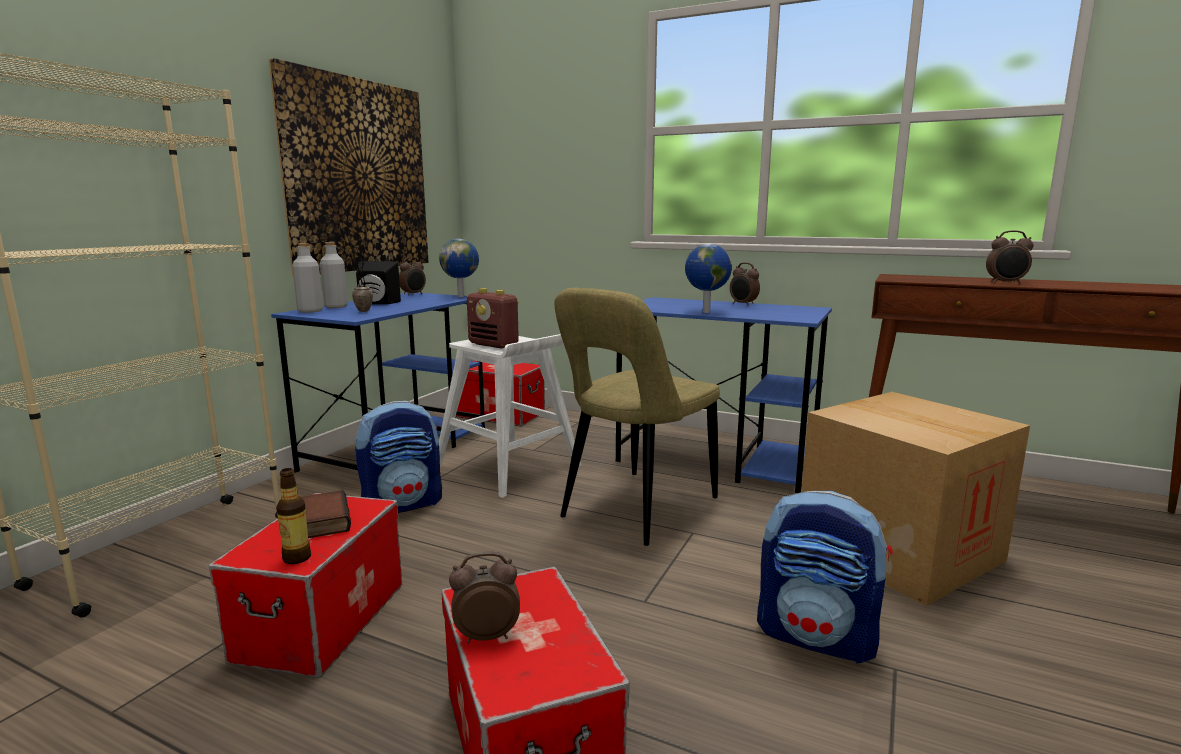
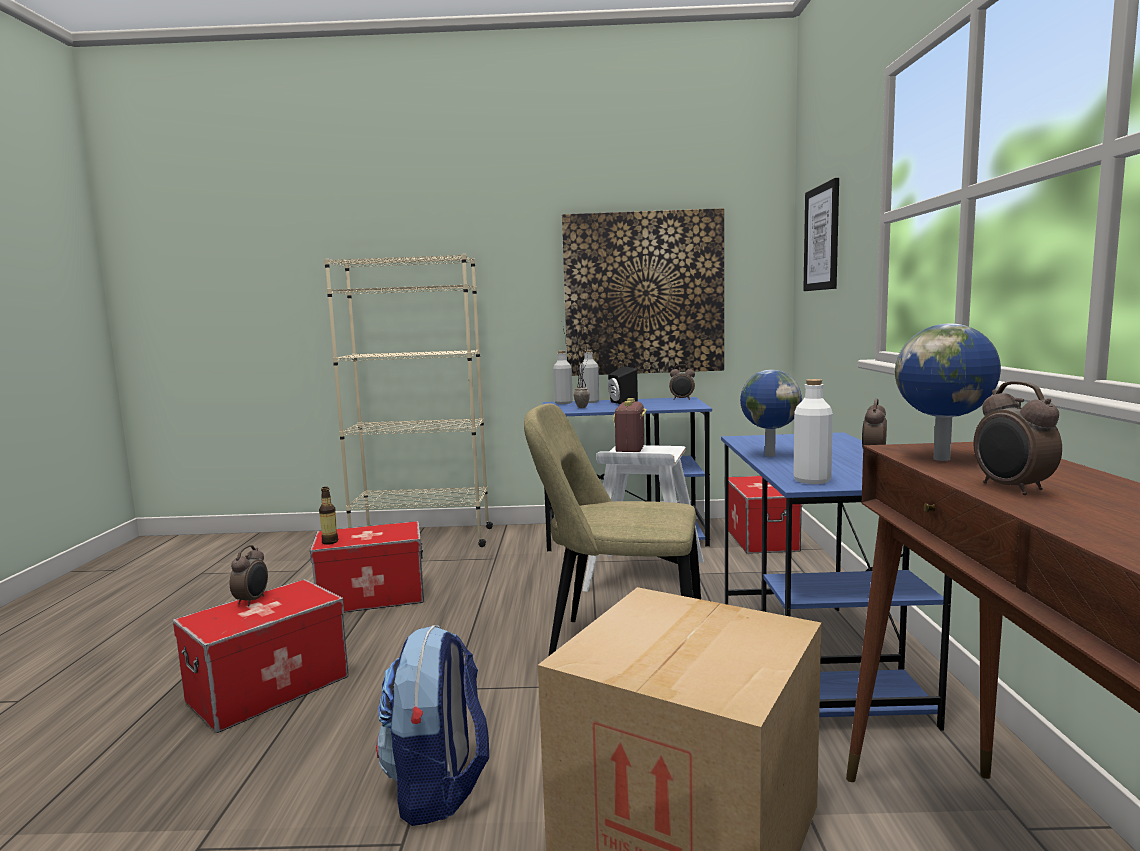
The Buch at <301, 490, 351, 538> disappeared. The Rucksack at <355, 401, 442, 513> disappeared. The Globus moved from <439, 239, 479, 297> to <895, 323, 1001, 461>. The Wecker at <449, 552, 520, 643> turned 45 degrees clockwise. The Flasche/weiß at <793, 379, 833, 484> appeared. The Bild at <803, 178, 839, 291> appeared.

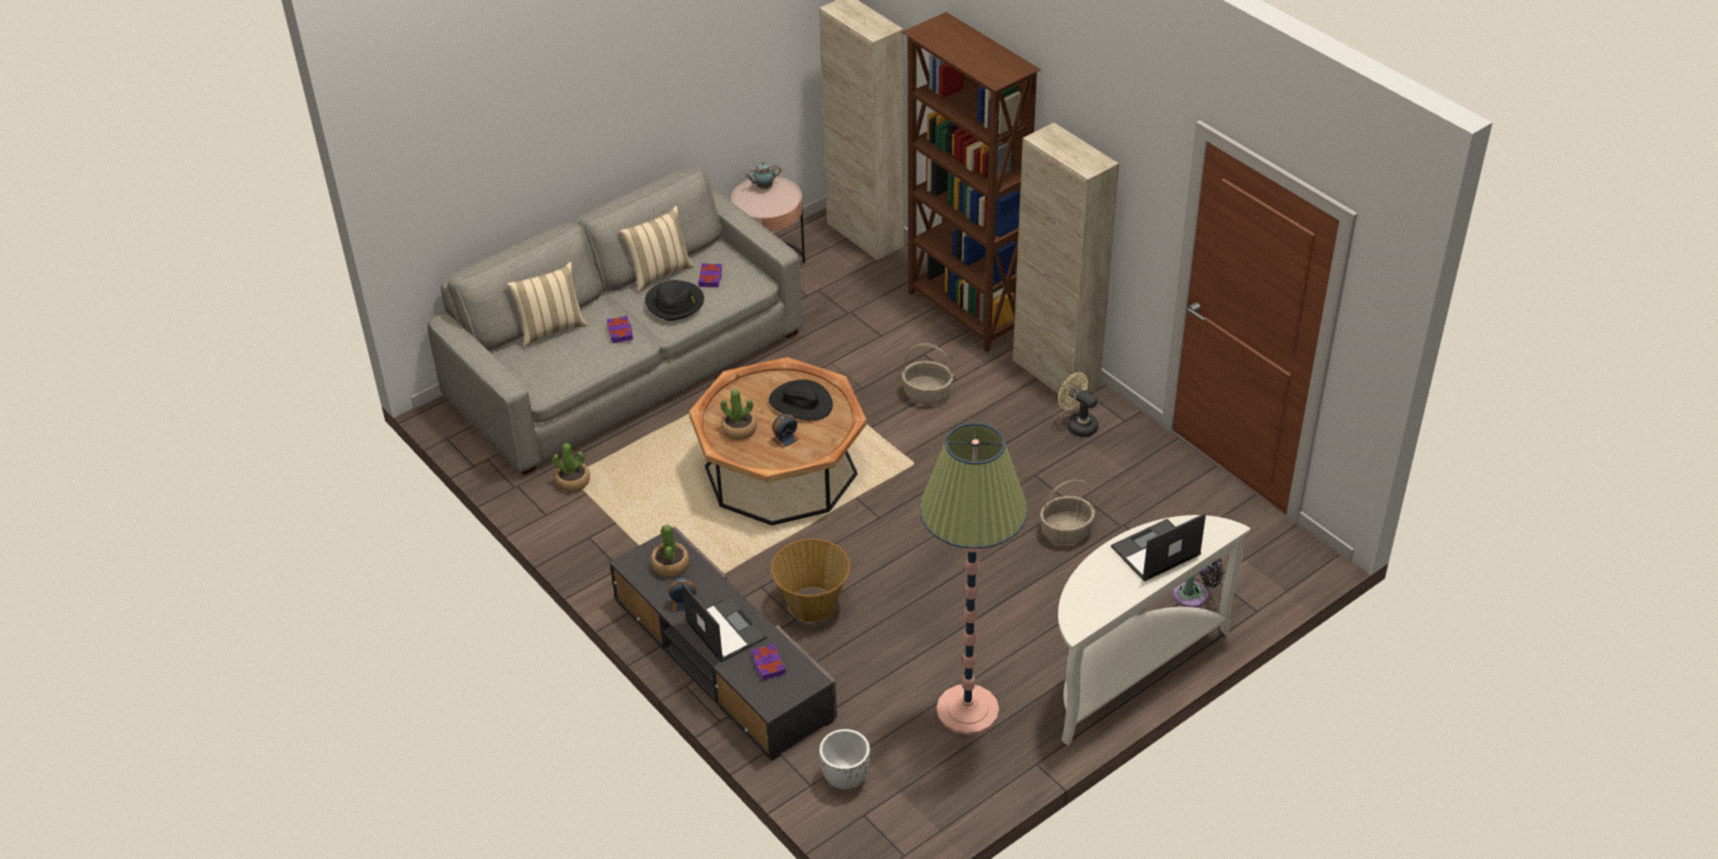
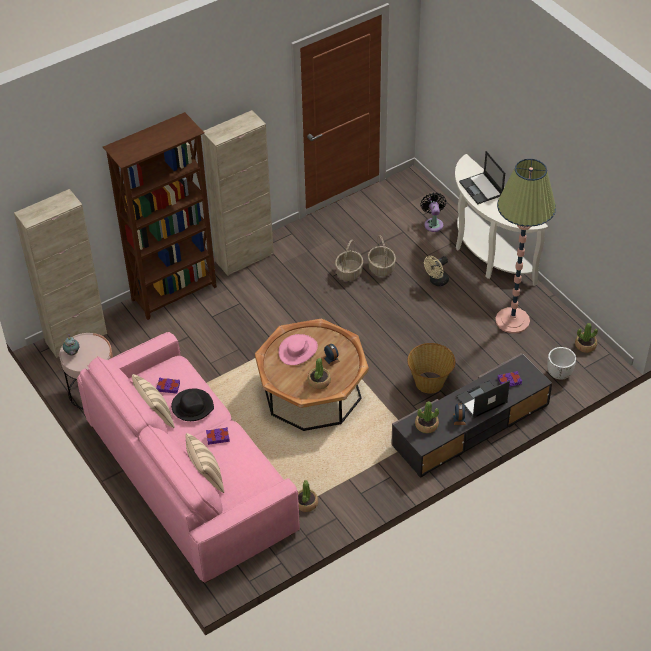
The Sofa/grau at <427, 168, 803, 475> became the Sofa/rosa at <77, 332, 300, 583>. The Hut/schwarz at <769, 379, 833, 421> became the Hut/rosa at <279, 334, 318, 365>. The Korb moved from <902, 343, 953, 405> to <335, 240, 363, 281>. The Ventilator/beige moved from <1058, 372, 1099, 437> to <424, 256, 449, 286>. The Topfpflanze at <575, 323, 598, 353> appeared.

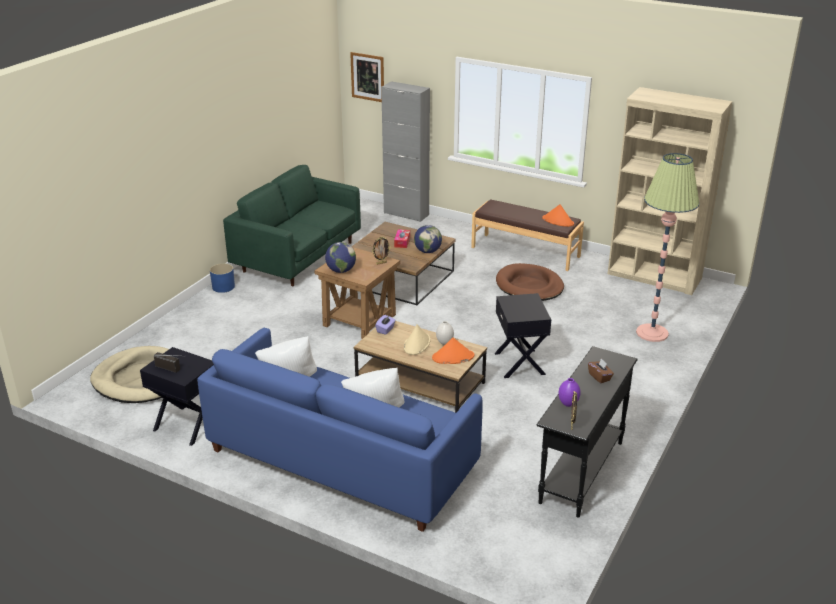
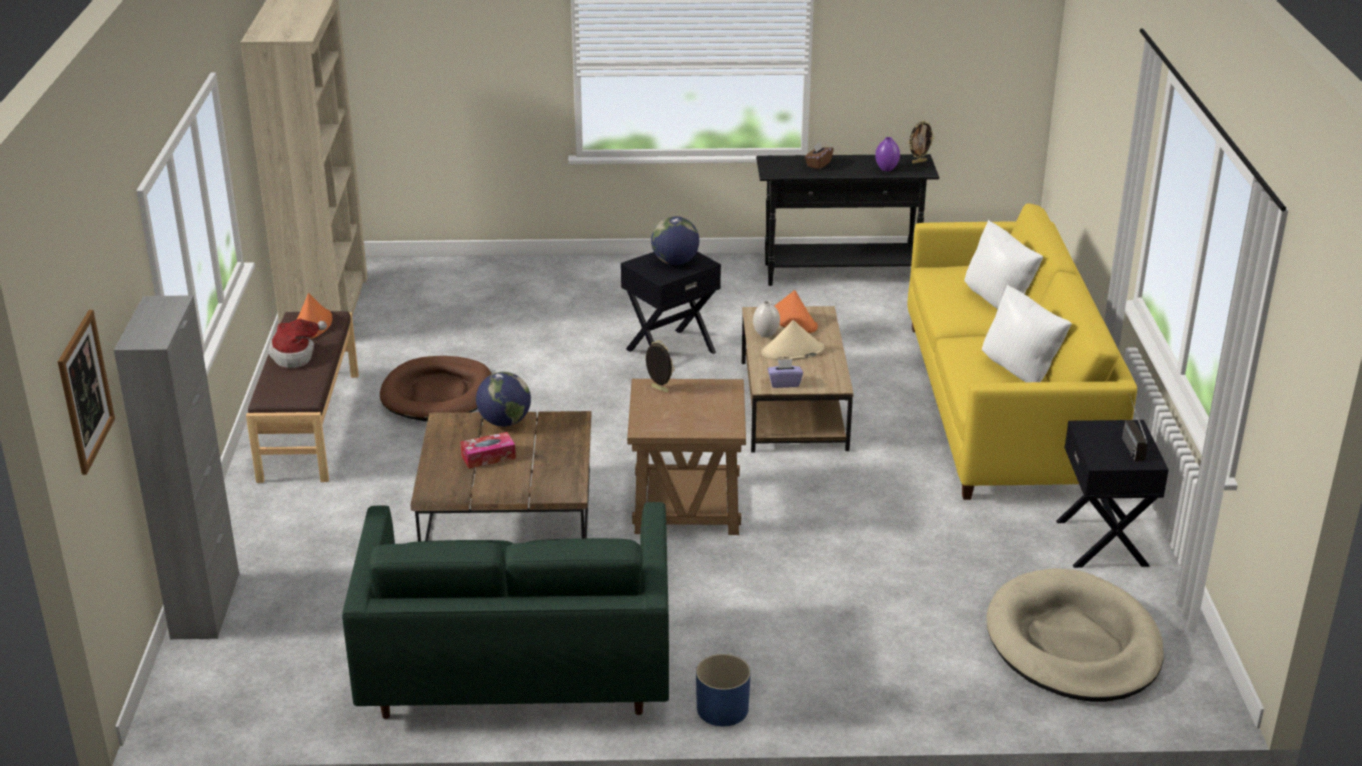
The Sofa/blau at <197, 328, 482, 532> became the Sofa/gelb at <908, 203, 1137, 500>. The Globus moved from <325, 242, 356, 273> to <651, 216, 699, 265>. The Stehlampe at <636, 153, 699, 342> disappeared. The Hut at <268, 319, 327, 368> appeared.

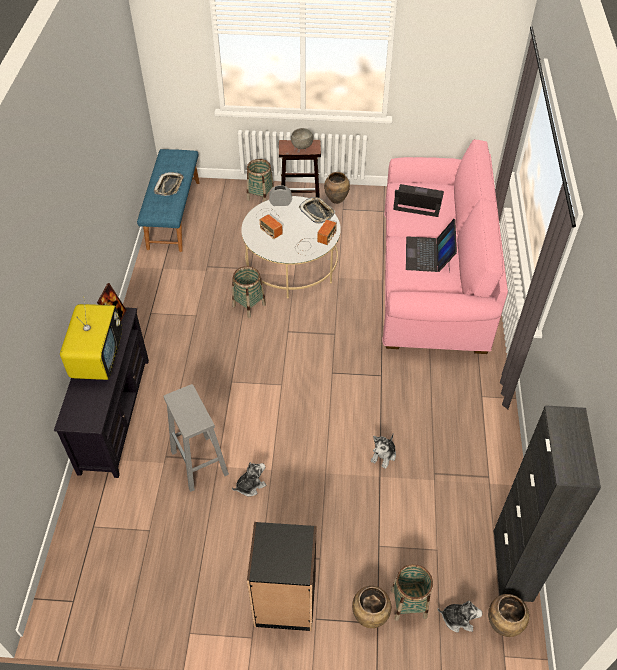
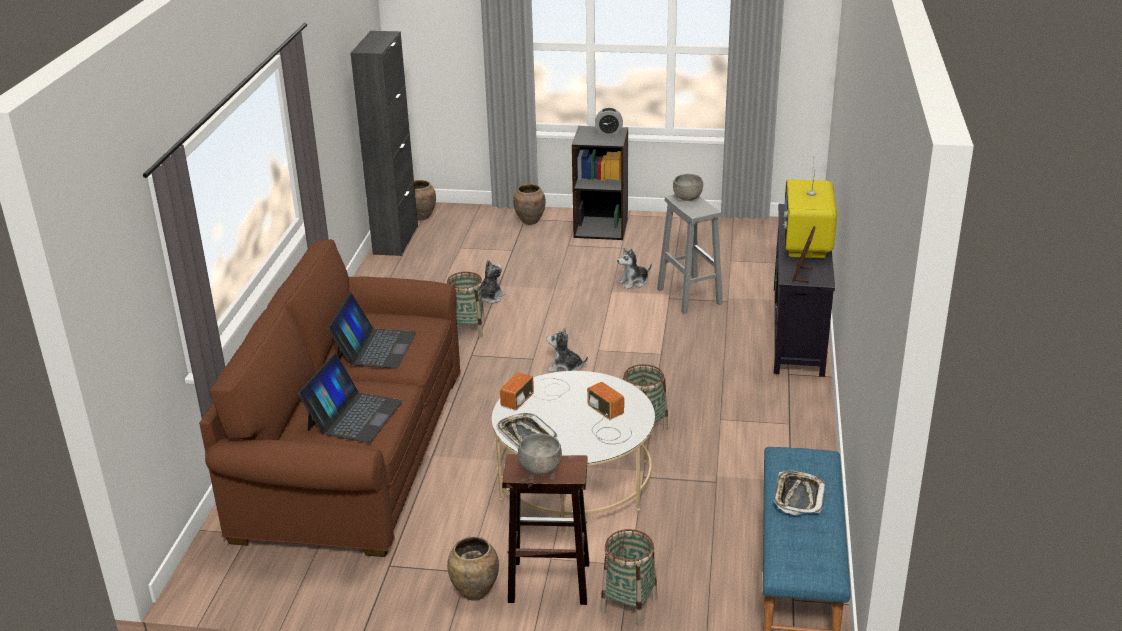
The Wecker moved from <269, 185, 292, 206> to <595, 108, 623, 134>. The Sofa/rosa at <382, 139, 508, 354> became the Sofa/braun at <199, 239, 461, 557>. The Korb moved from <391, 564, 433, 621> to <447, 272, 485, 338>. The Laptop at <393, 184, 444, 217> turned 90 degrees counterclockwise. The Plüschtier moved from <438, 601, 483, 632> to <546, 328, 588, 372>. The Schüssel/grau at <673, 174, 703, 201> appeared.

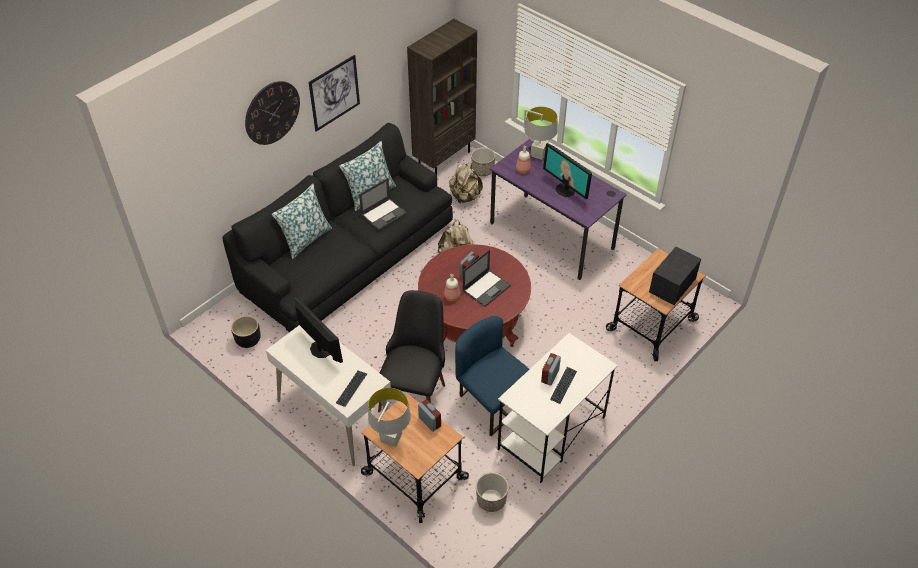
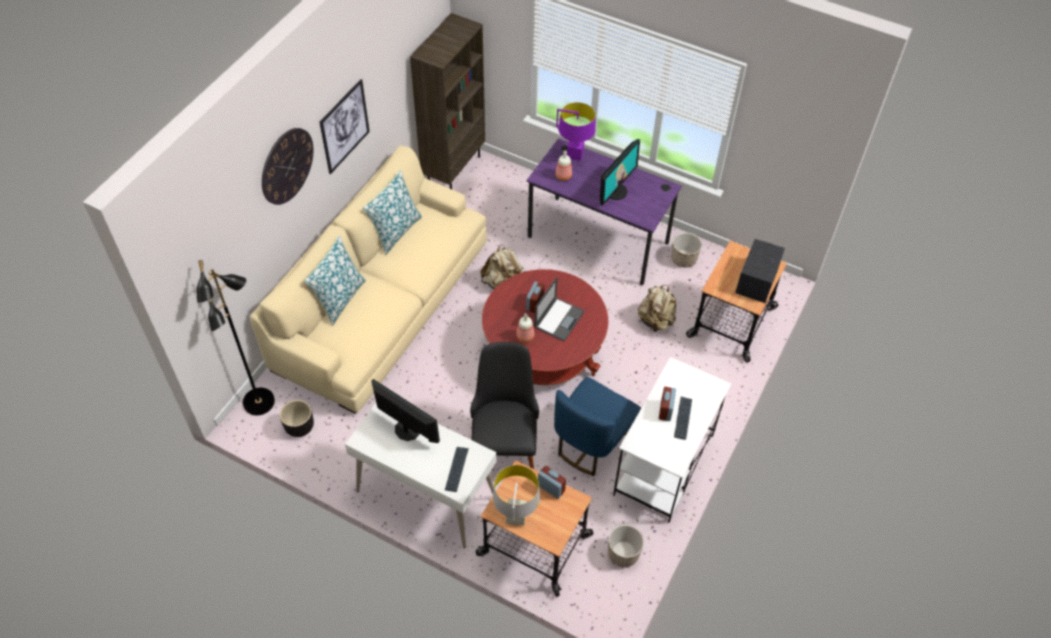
The Sofa/schwarz at <223, 123, 453, 332> became the Sofa/beige at <250, 146, 487, 414>. The Laptop at <359, 178, 407, 230> disappeared. The Rucksack/beige moved from <449, 163, 483, 203> to <638, 285, 676, 332>. The Stuhl/blau at <455, 316, 529, 436> turned 90 degrees counterclockwise. The Pflanzkübel moved from <471, 147, 496, 176> to <671, 232, 702, 267>. The Tischlampe/grau at <524, 107, 558, 160> became the Tischlampe/lila at <556, 102, 596, 161>. The Monitor at <543, 143, 592, 199> turned 90 degrees counterclockwise. The Stehlampe/schwarz at <197, 260, 275, 415> appeared.

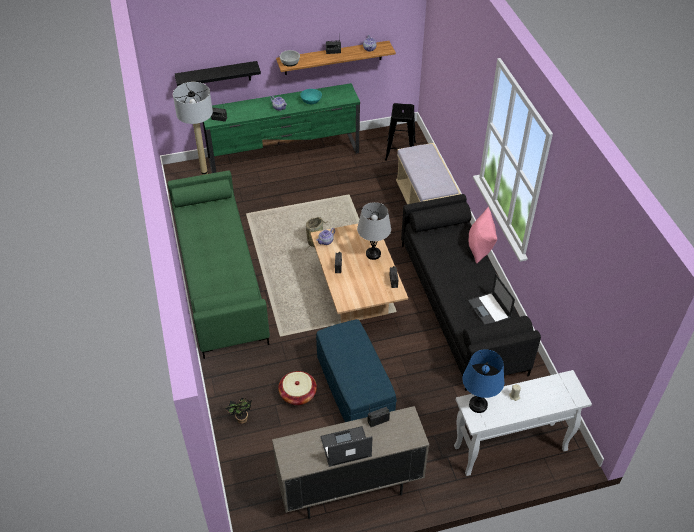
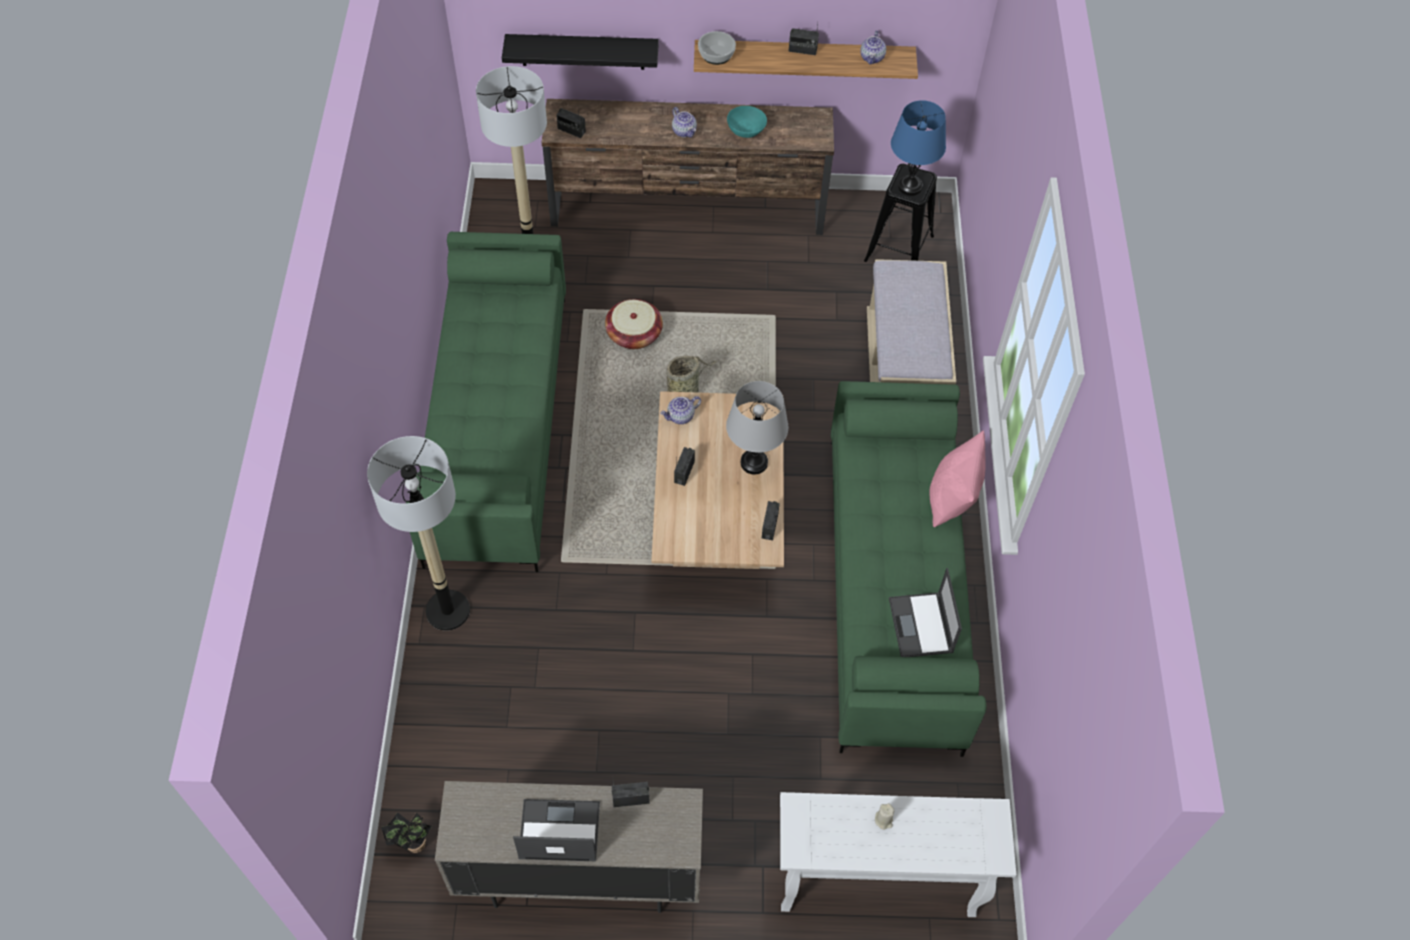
The Fernsehschrank/grün at <203, 83, 360, 173> became the Fernsehschrank/braun at <542, 99, 834, 235>. The Topfpflanze moved from <225, 397, 252, 424> to <381, 812, 432, 853>. The Korb moved from <278, 371, 317, 405> to <605, 299, 663, 349>. The Polsterhocker/blau at <316, 319, 397, 422> disappeared. The Sofa/schwarz at <401, 194, 541, 391> became the Sofa/grün at <831, 381, 986, 757>. The Tischlampe/blau moved from <463, 349, 504, 413> to <891, 100, 946, 196>. The Stehlampe at <367, 436, 470, 631> appeared.

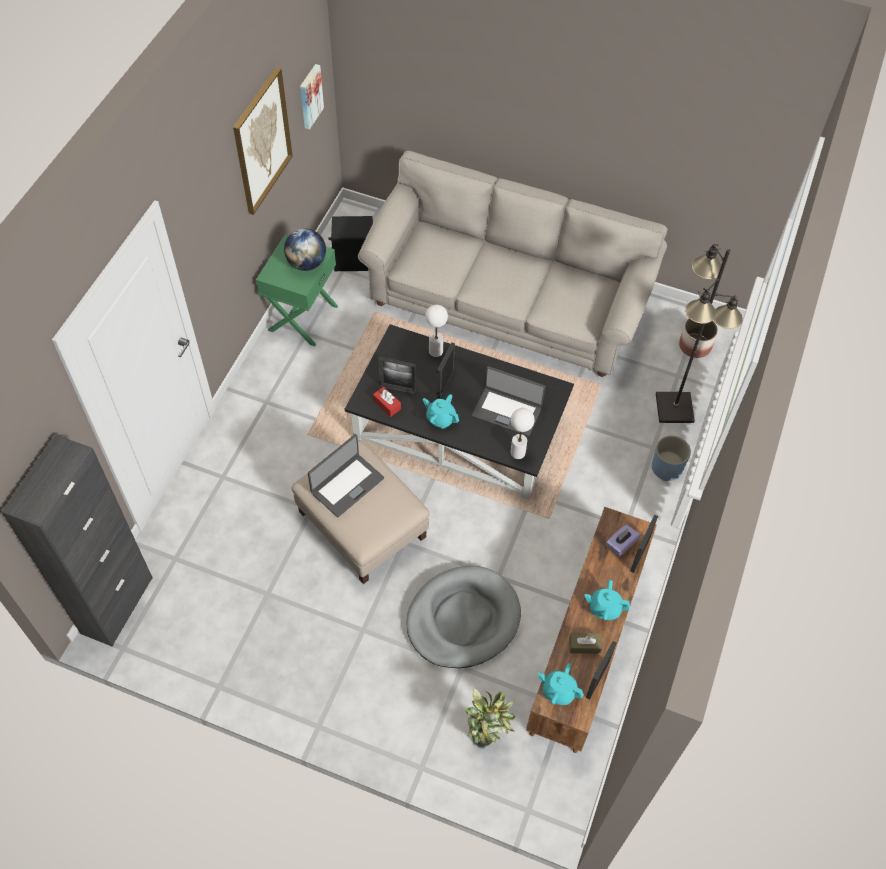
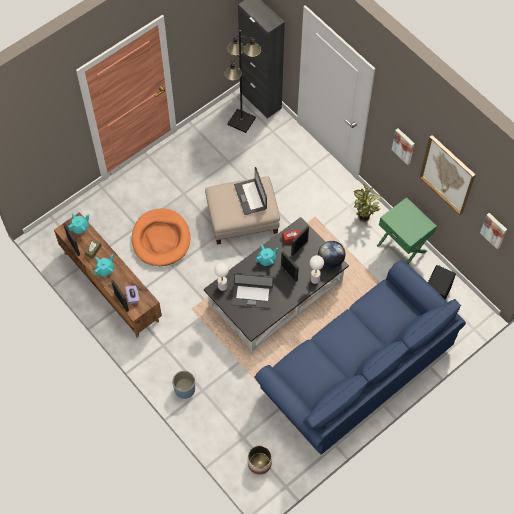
The Globus moved from <284, 228, 326, 271> to <318, 241, 345, 268>. The Sofa/beige at <358, 151, 667, 377> became the Sofa/blau at <254, 260, 466, 455>. The Hundebett/grau at <406, 566, 521, 668> became the Hundebett/orange at <132, 208, 190, 266>. The Topfpflanze moved from <465, 689, 516, 749> to <354, 183, 381, 222>. The Laptop at <472, 366, 545, 436> turned 135 degrees counterclockwise. The Stehlampe/schwarz moved from <656, 243, 743, 423> to <224, 30, 261, 133>. The Bild at <392, 128, 415, 165> appeared.

